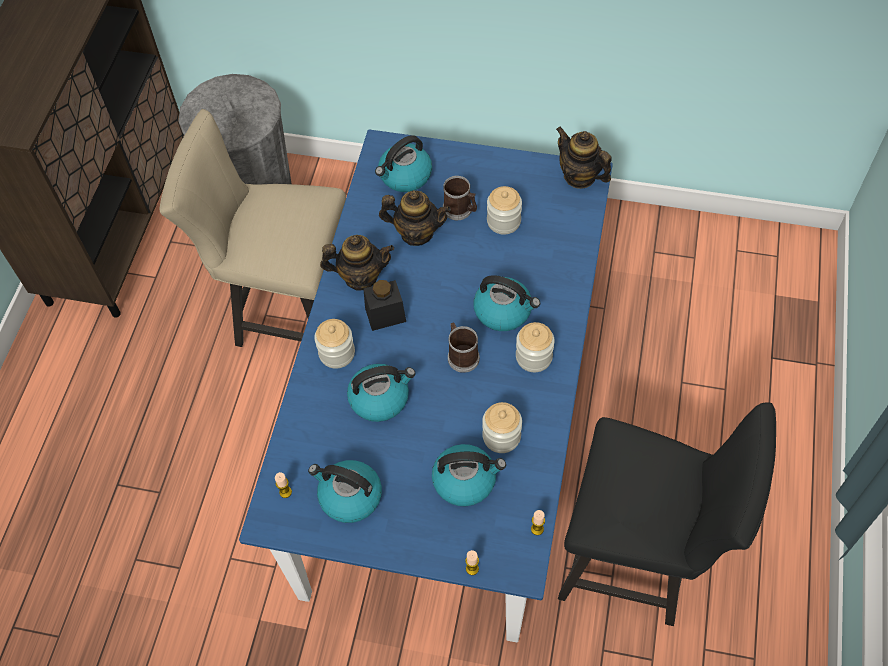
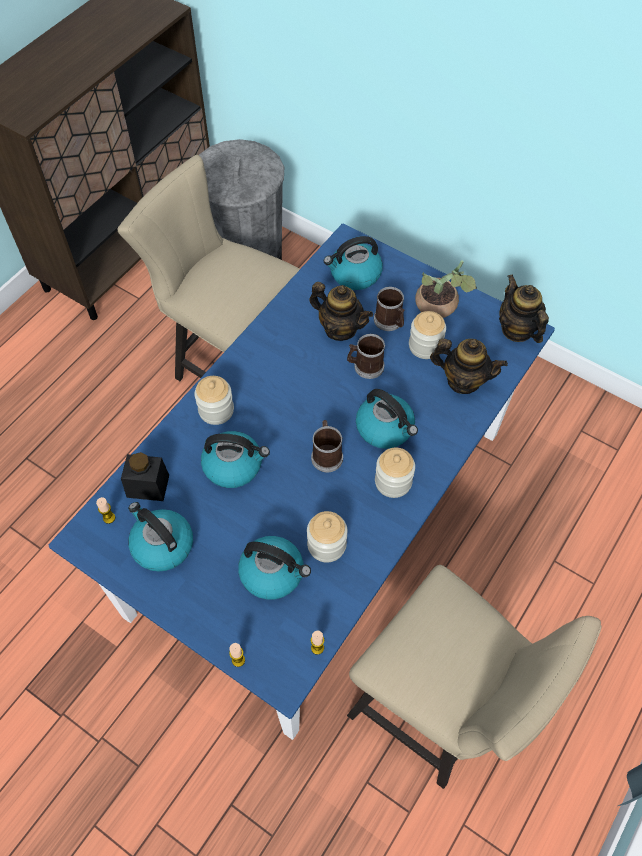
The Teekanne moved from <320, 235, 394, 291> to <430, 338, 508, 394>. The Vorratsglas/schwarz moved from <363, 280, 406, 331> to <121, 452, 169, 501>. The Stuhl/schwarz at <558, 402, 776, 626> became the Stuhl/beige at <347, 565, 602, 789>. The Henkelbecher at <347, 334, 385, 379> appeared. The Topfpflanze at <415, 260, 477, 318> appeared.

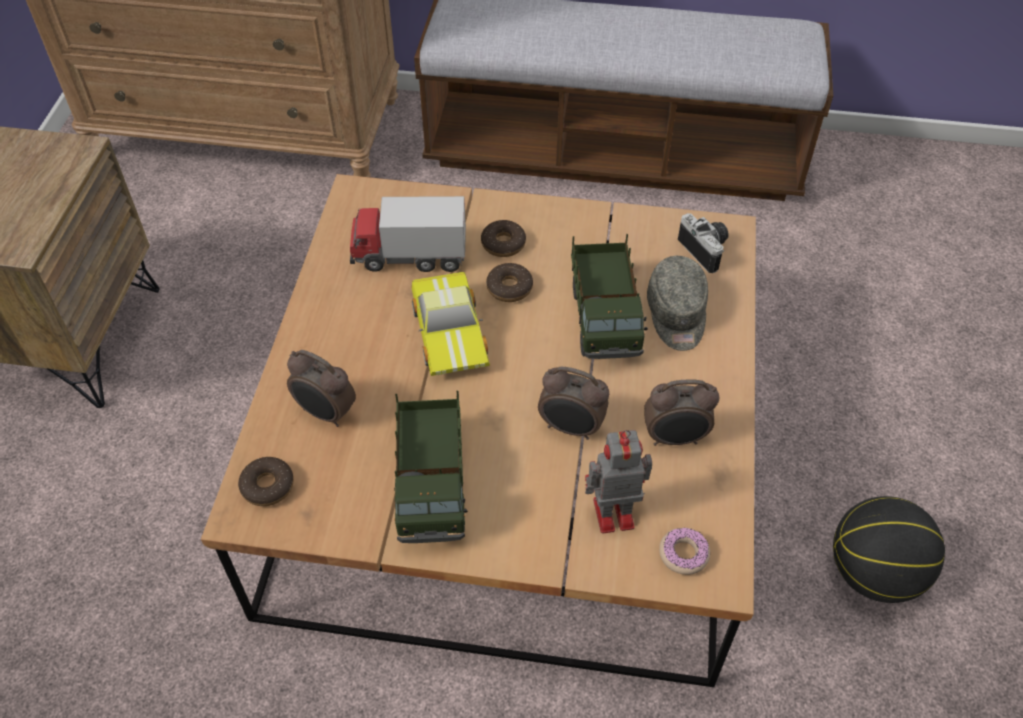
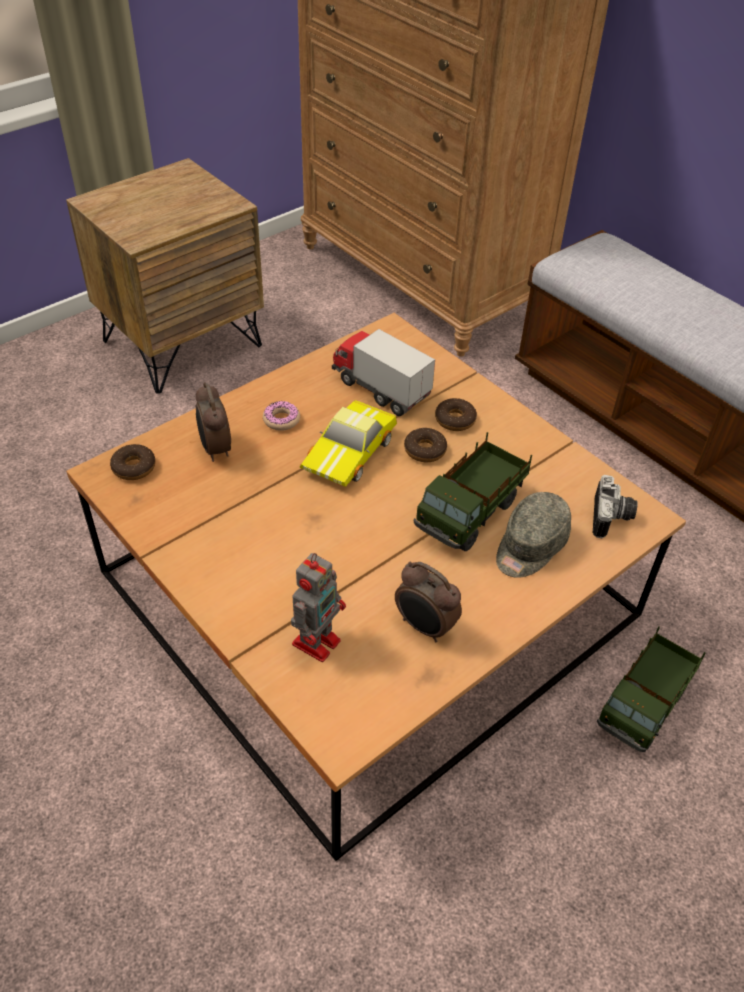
The Spielzeuglaster moved from <394, 391, 468, 543> to <597, 626, 705, 752>. The Wecker at <538, 367, 609, 440> disappeared. The Spielzeugroboter at <585, 430, 652, 533> turned 90 degrees clockwise. The Donut moved from <659, 528, 710, 575> to <263, 401, 300, 431>. The Basketball at <833, 496, 945, 603> disappeared.

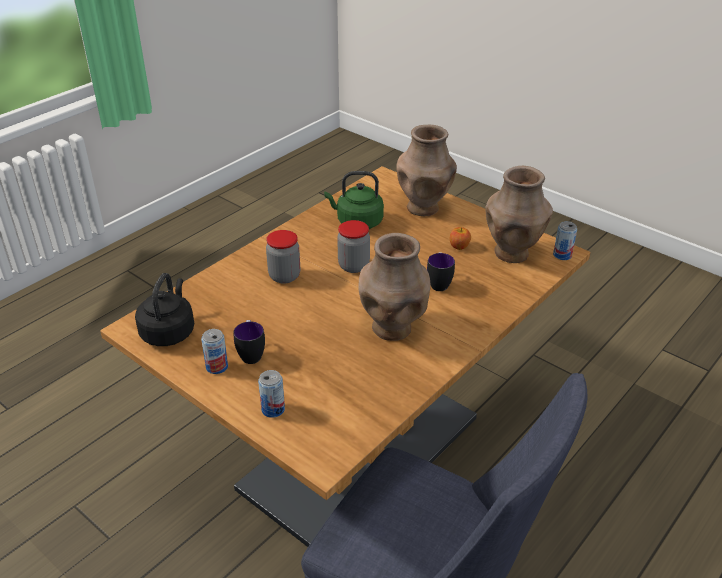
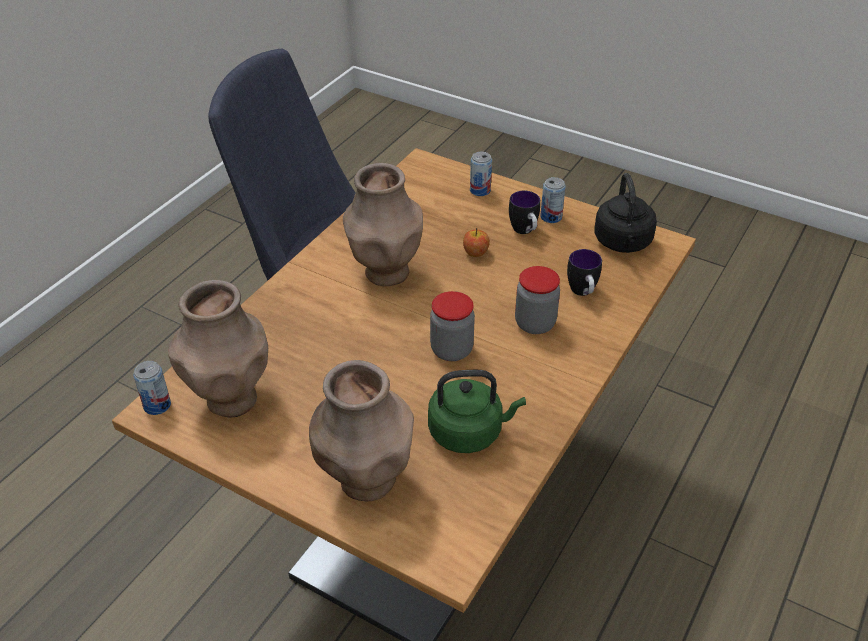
The Henkelbecher moved from <427, 252, 455, 291> to <567, 249, 602, 296>. The Apfel moved from <450, 227, 471, 250> to <463, 228, 490, 257>.

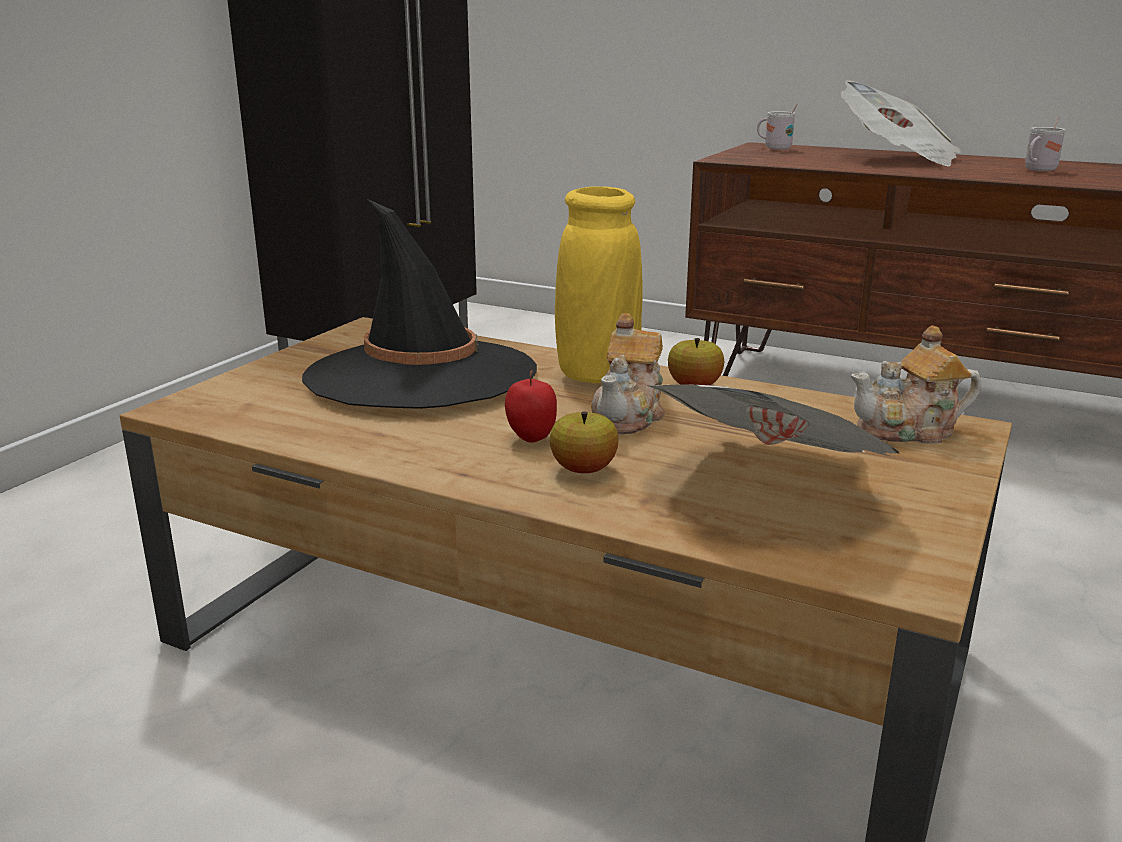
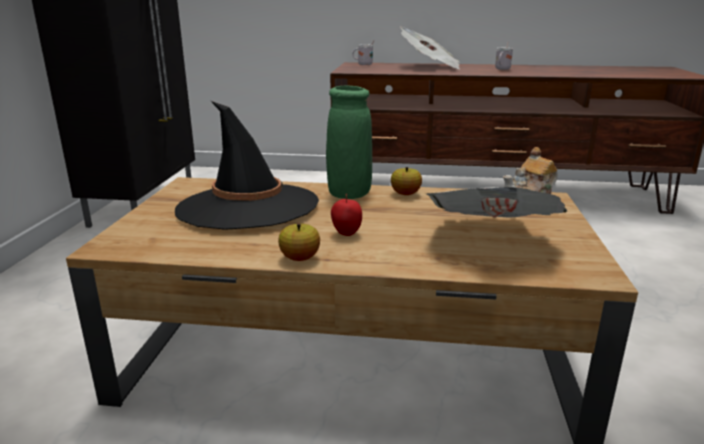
The Apfel moved from <550, 412, 619, 473> to <278, 224, 320, 261>. The Vase/gelb at <555, 186, 643, 383> became the Vase/grün at <326, 86, 372, 199>. The Teekanne at <591, 313, 665, 434> disappeared.

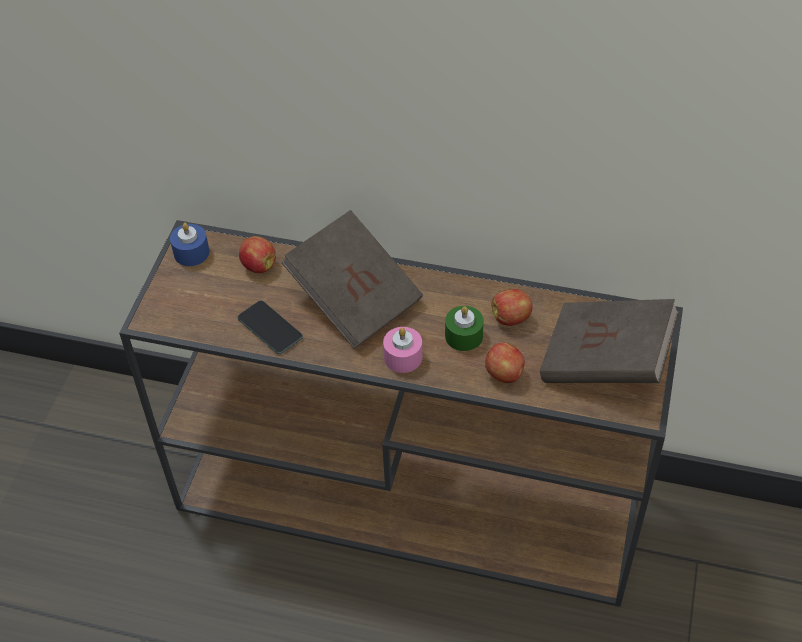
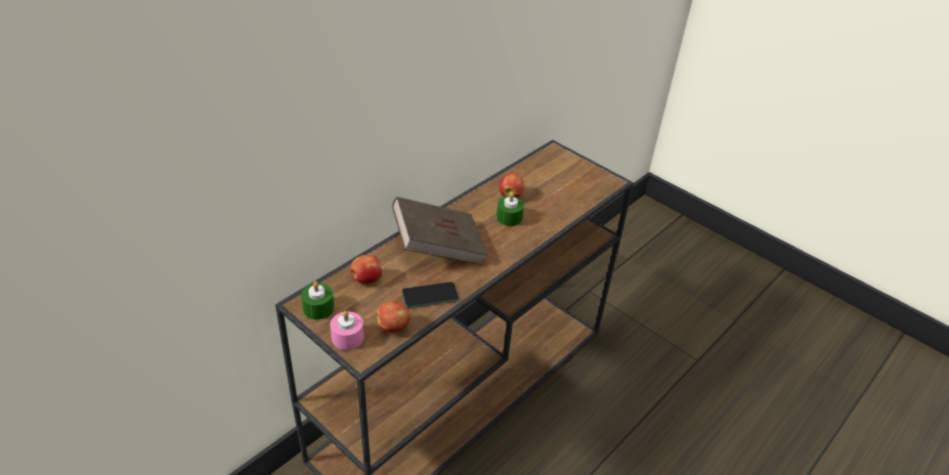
The Kerze/blau at <170, 223, 209, 266> became the Kerze/grün at <301, 281, 334, 320>. The Kerze/rosa moved from <383, 327, 422, 373> to <330, 311, 364, 350>. The Apfel moved from <485, 343, 525, 383> to <377, 302, 410, 332>. The Buch/braun at <540, 299, 679, 383> disappeared.

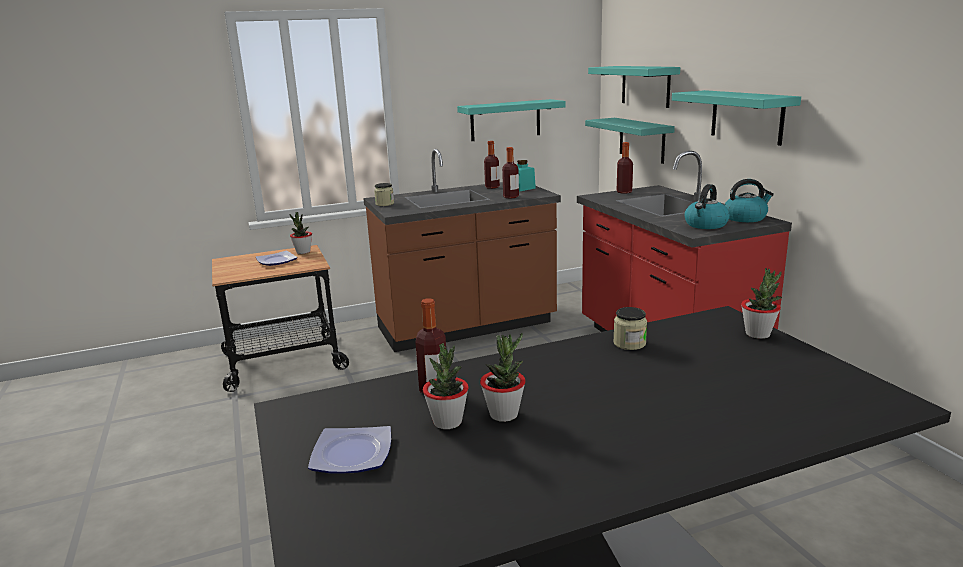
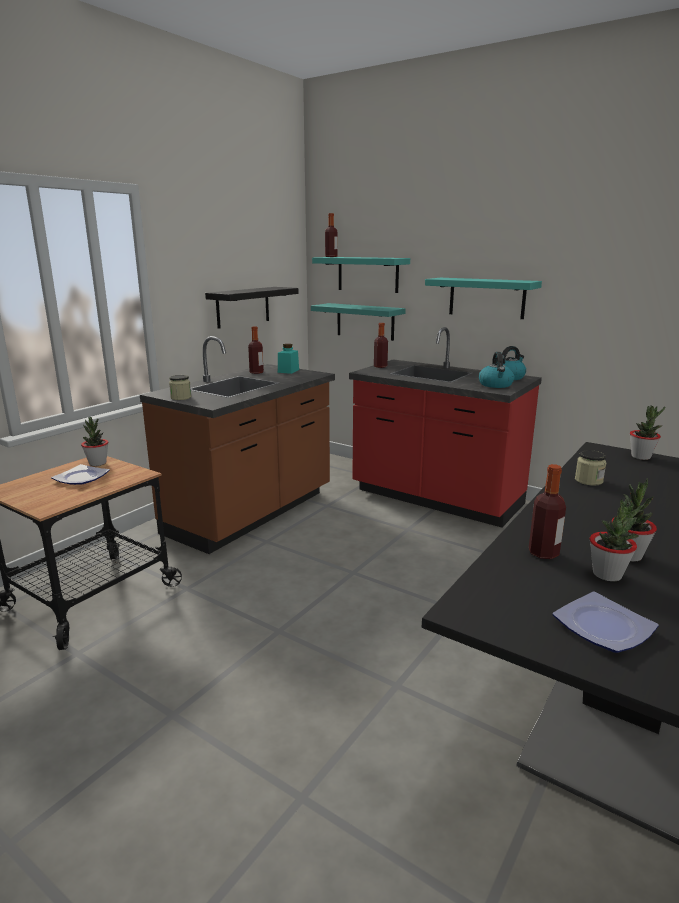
The Wandregal/türkis at <457, 99, 566, 141> became the Wandregal/schwarz at <205, 287, 299, 329>. The Flasche moved from <502, 147, 519, 199> to <325, 213, 338, 257>.

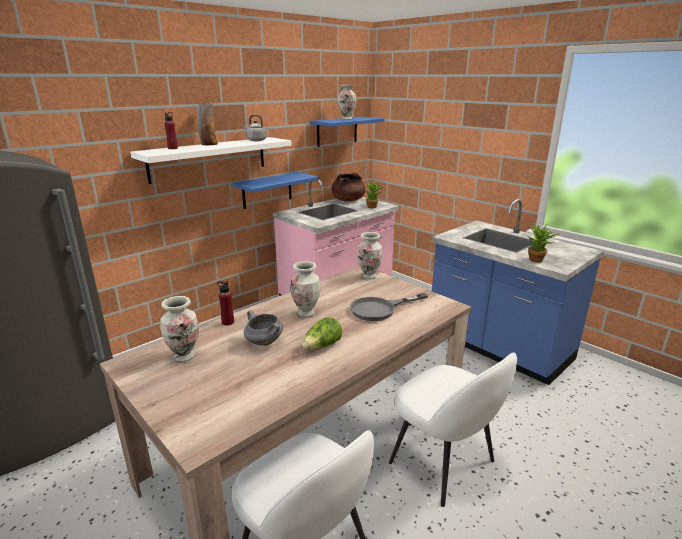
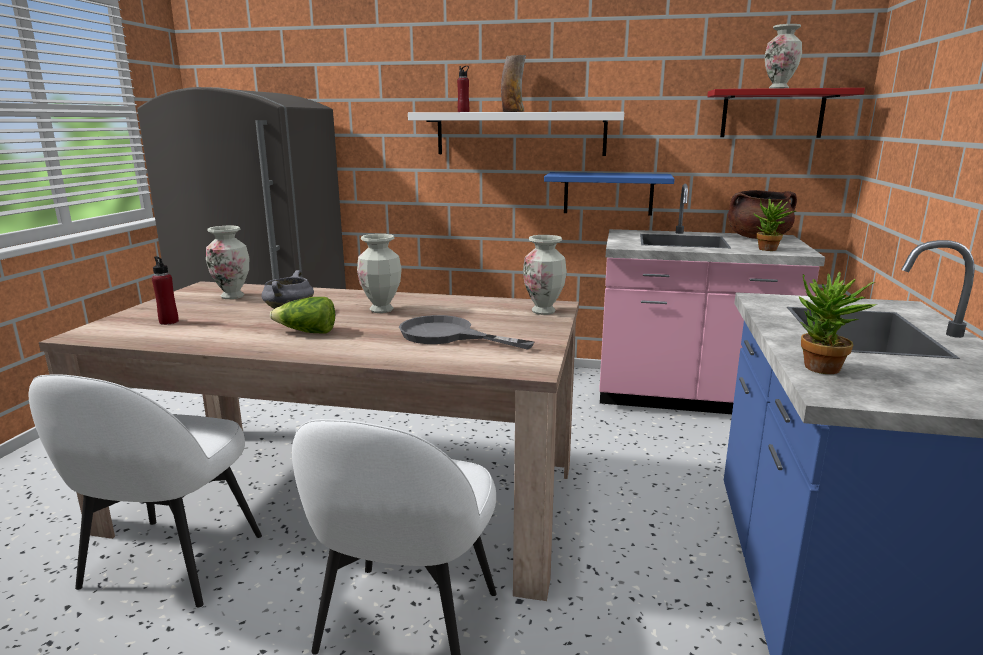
The Flasche/rot moved from <217, 281, 234, 325> to <152, 256, 179, 325>. The Wasserkessel/grau at <244, 115, 267, 141> disappeared. The Wandregal/blau at <310, 117, 384, 147> became the Wandregal/rot at <707, 88, 865, 138>.

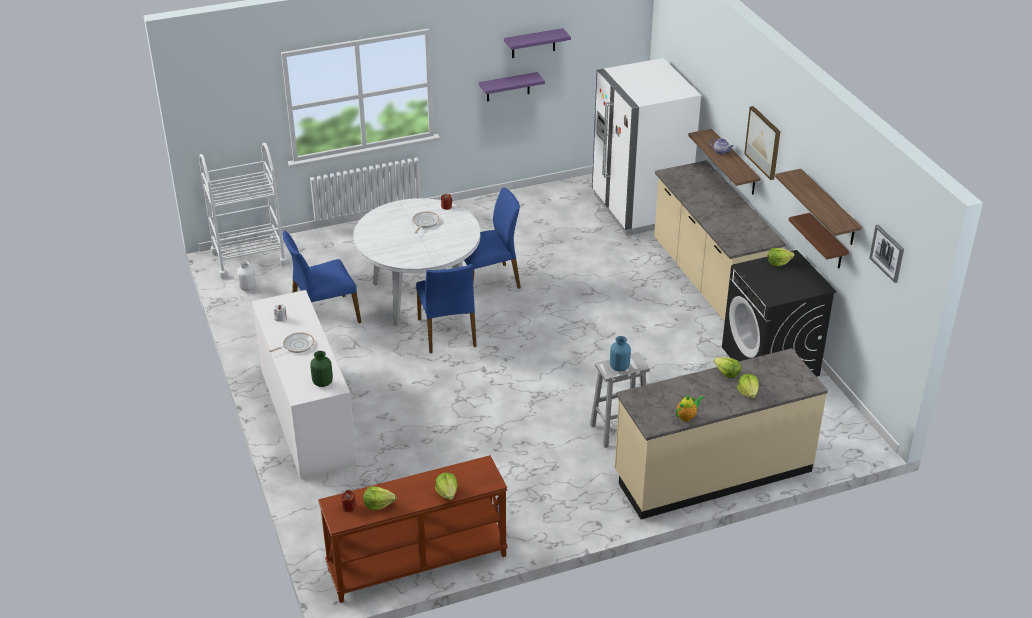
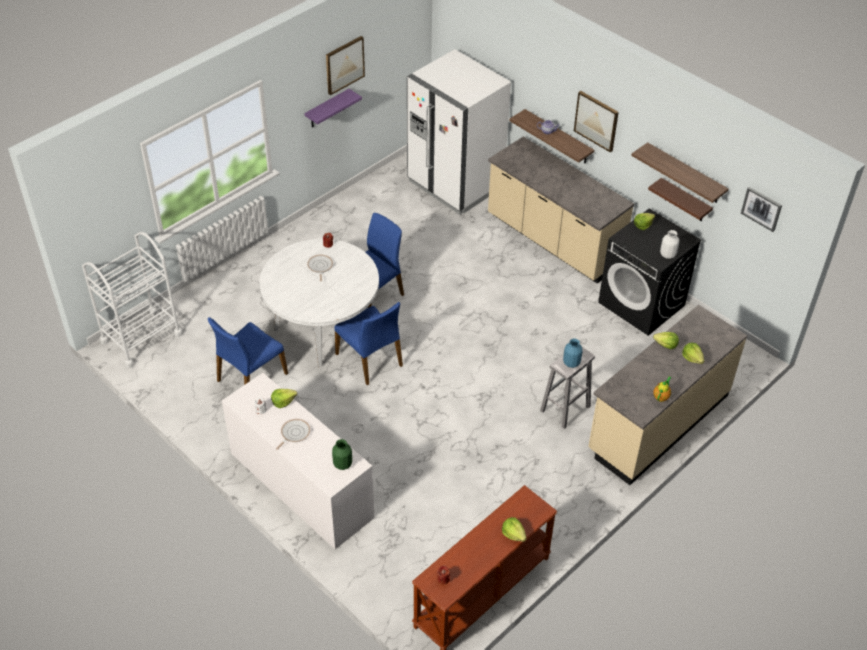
The Vase/weiß moved from <237, 261, 256, 291> to <660, 230, 679, 259>. The Salatkopf moved from <363, 486, 396, 510> to <271, 389, 297, 408>. The Wandregal/lila at <504, 28, 571, 58> was replaced by the Bild at <326, 36, 365, 95>.

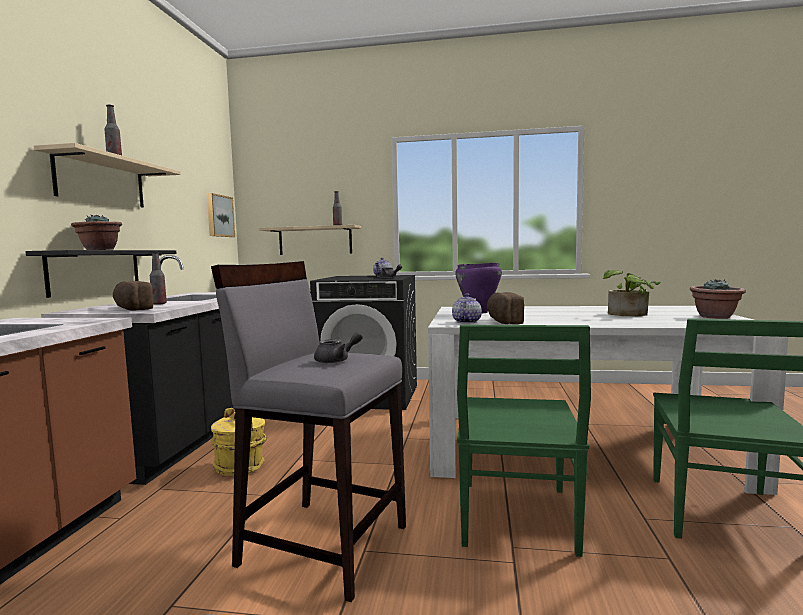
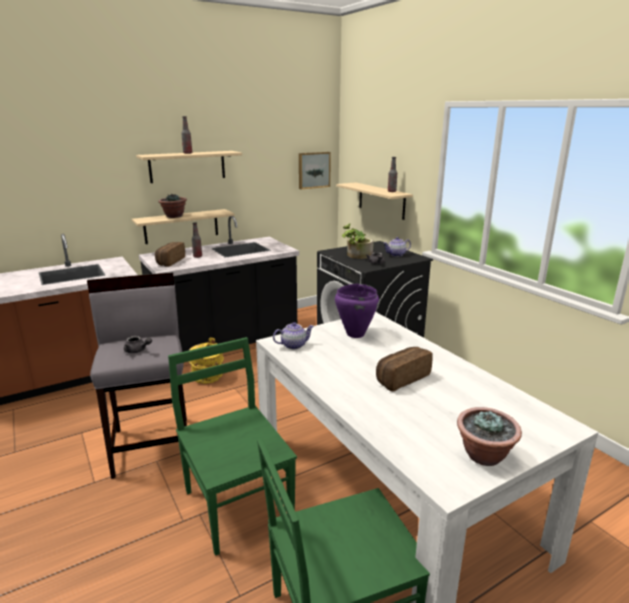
The Wandregal/schwarz at <26, 250, 177, 298> became the Wandregal/beige at <132, 209, 234, 244>. The Stuhl/grün at <457, 325, 591, 557> turned 90 degrees clockwise. The Brot moved from <487, 292, 524, 324> to <376, 347, 433, 391>. The Topfpflanze moved from <603, 270, 661, 317> to <342, 224, 374, 259>.

